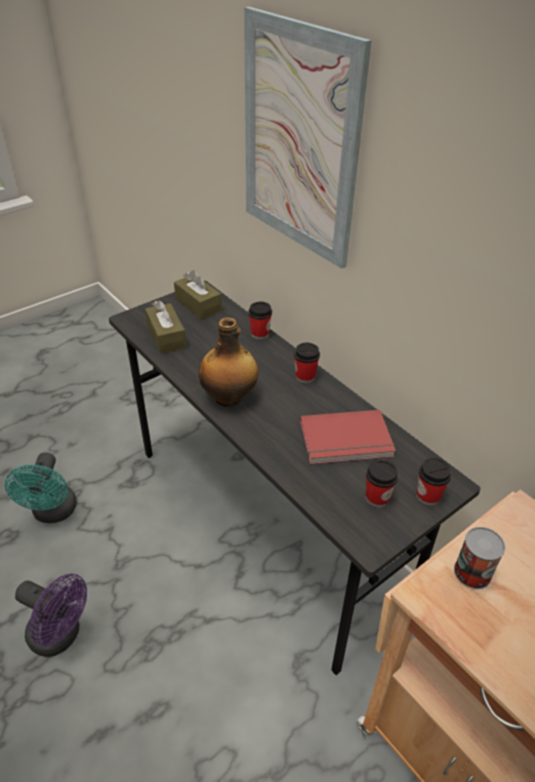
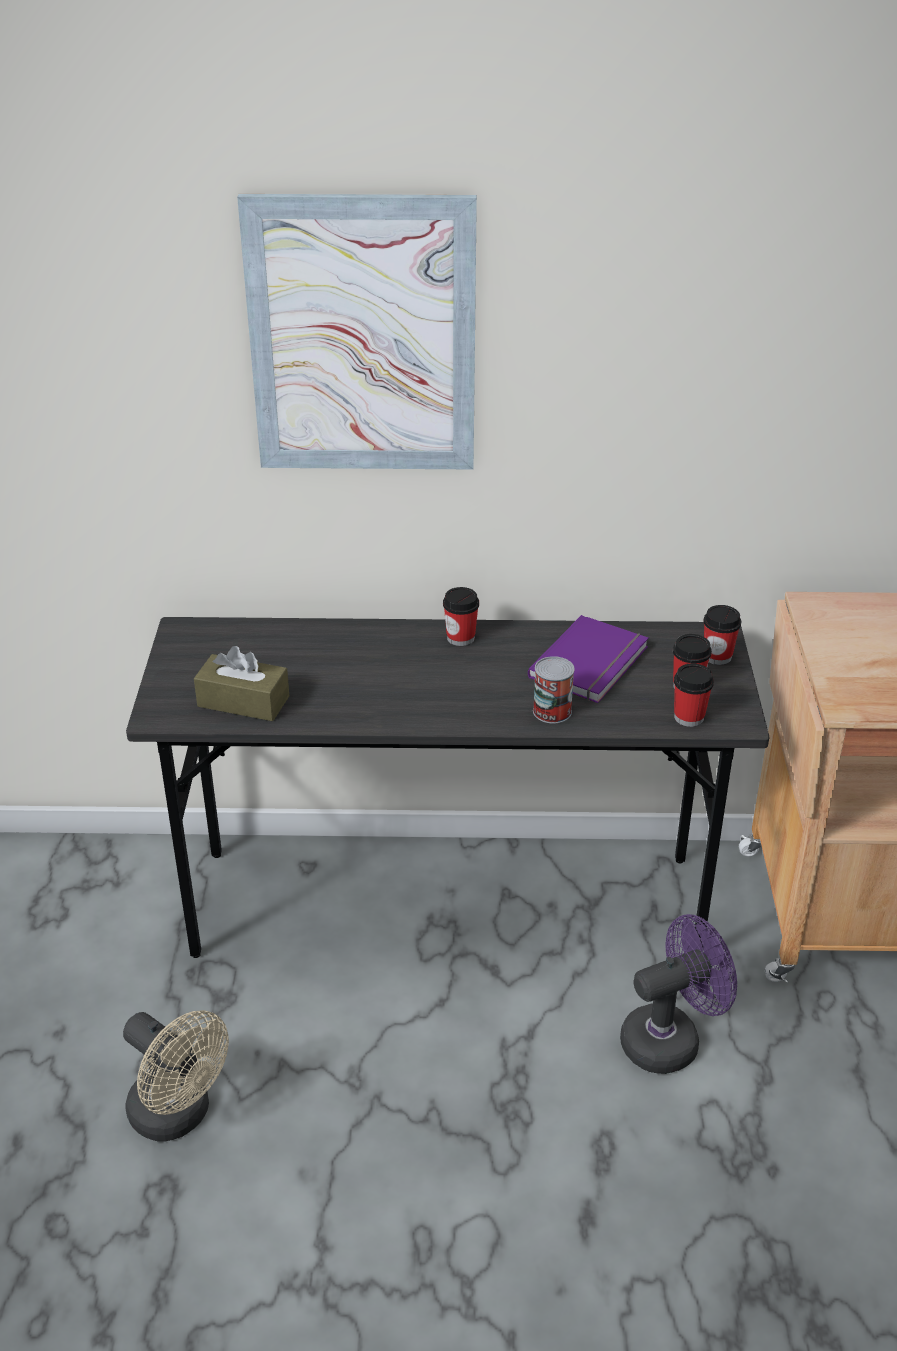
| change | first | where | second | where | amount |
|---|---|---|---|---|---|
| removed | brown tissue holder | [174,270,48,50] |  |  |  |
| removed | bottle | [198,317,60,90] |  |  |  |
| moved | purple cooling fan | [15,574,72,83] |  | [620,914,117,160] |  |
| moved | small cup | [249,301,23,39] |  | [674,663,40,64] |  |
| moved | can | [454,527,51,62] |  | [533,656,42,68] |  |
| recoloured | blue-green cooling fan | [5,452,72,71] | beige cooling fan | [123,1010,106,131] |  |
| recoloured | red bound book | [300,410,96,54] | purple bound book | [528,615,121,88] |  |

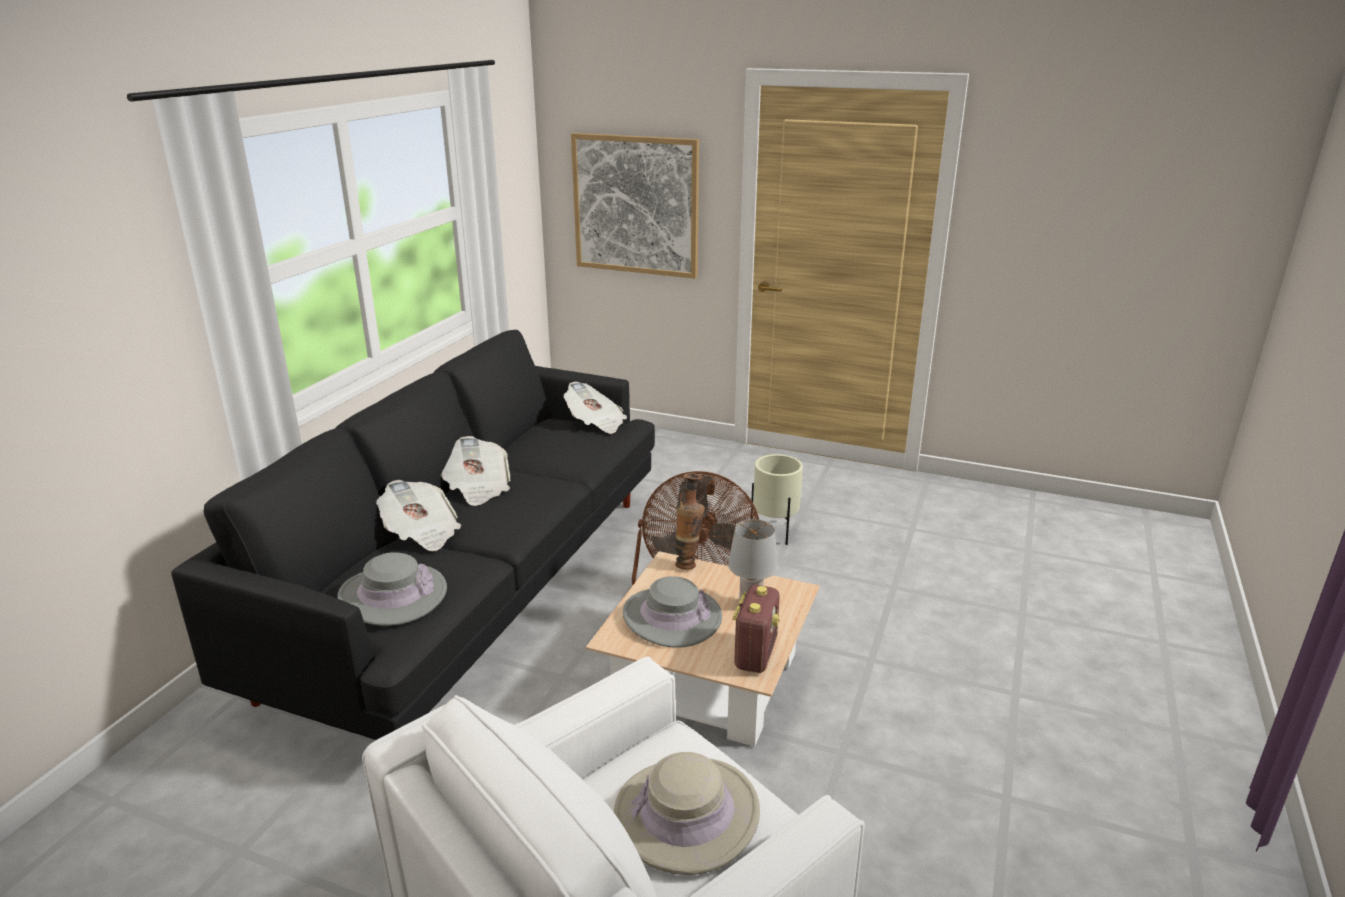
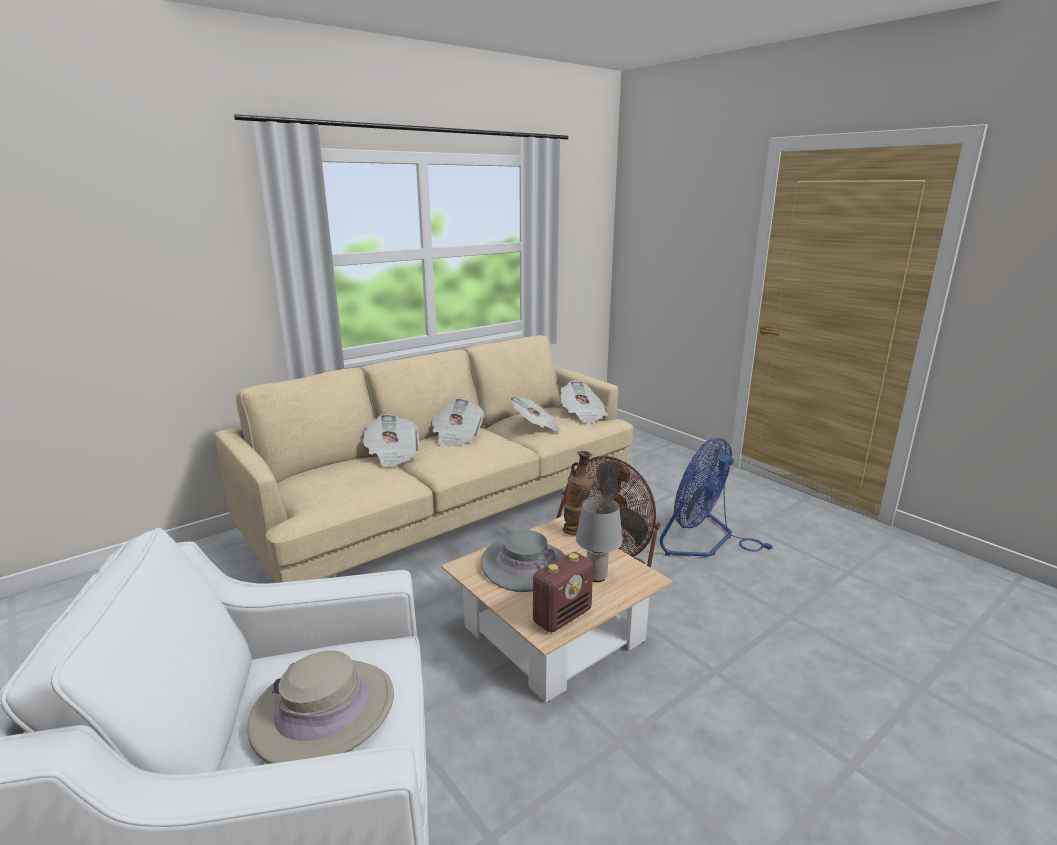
| change | first | where | second | where | amount |
|---|---|---|---|---|---|
| removed | greyish hat | [337,552,110,74] |  |  |  |
| removed | wall art | [571,133,128,146] |  |  |  |
| added |  |  | daily paper | [509,396,52,35] |  |
| replaced | beige planter | [751,454,52,91] | blue cooling fan | [660,438,113,118] |  |
| recoloured | black-coloured couch | [171,330,484,410] | beige couch | [215,335,418,248] |  |

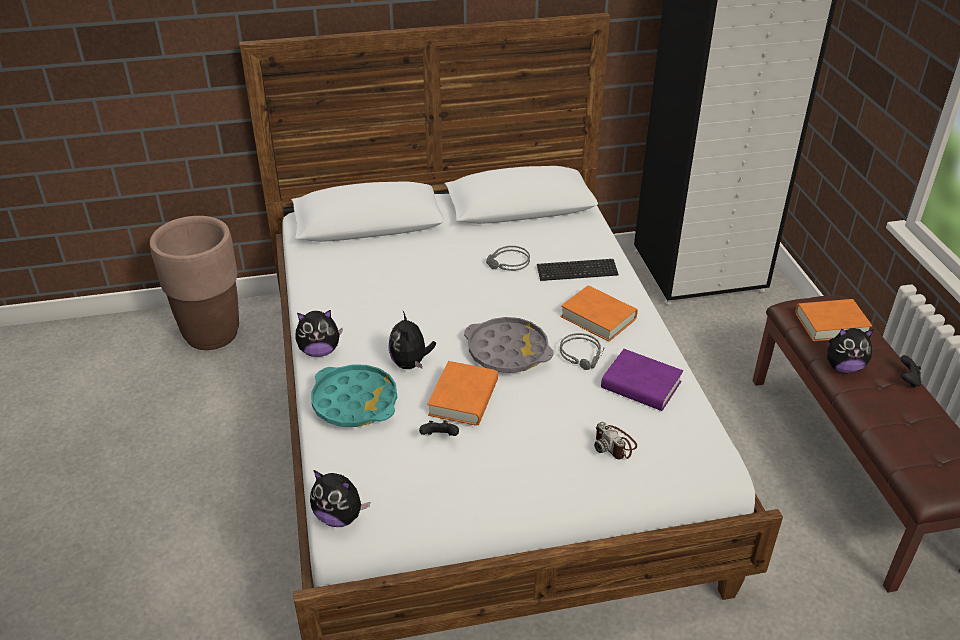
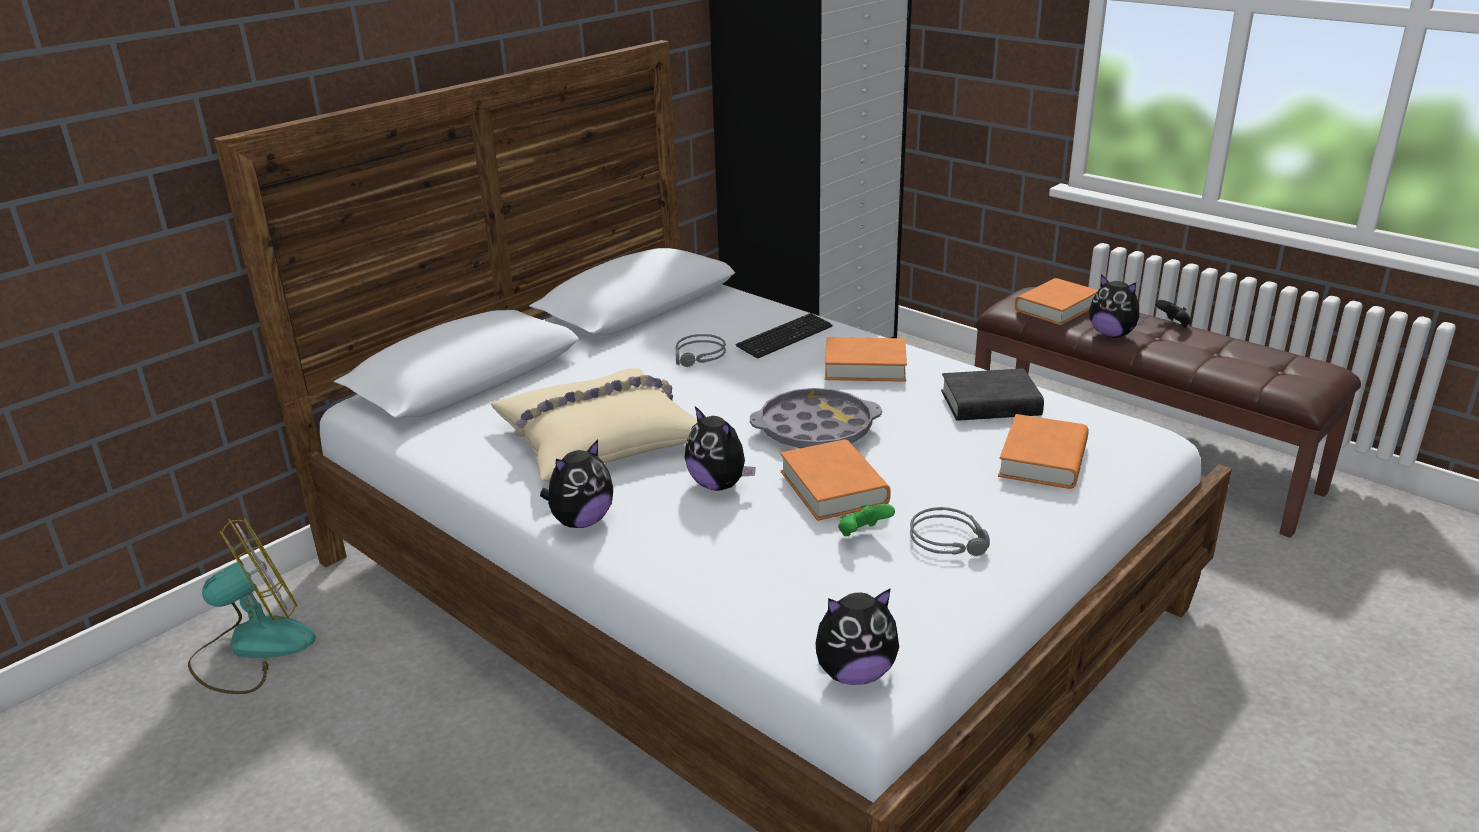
| change | first | where | second | where | amount |
|---|---|---|---|---|---|
| removed | blue-green carrying tray | [311,365,86,62] |  |  |  |
| added |  |  | beige pillow | [491,368,206,113] |  |
| moved | greyish pair of headphones | [560,333,44,37] |  | [910,507,80,49] |  |
| replaced | brown planter | [150,216,89,134] | cooling fan | [188,518,128,176] |  |
| replaced | photo camera | [594,422,43,37] | orange bound book | [998,414,91,75] |  |
| recoloured | black-coloured game controller | [419,420,40,16] | green game controller | [838,504,57,32] |  |
| recoloured | purple bound book | [601,349,82,62] | black-coloured bound book | [941,368,103,53] |  |
| turned | cuddly toy | [827,328,47,45] |  | [1089,274,59,64] | 75 degrees clockwise |

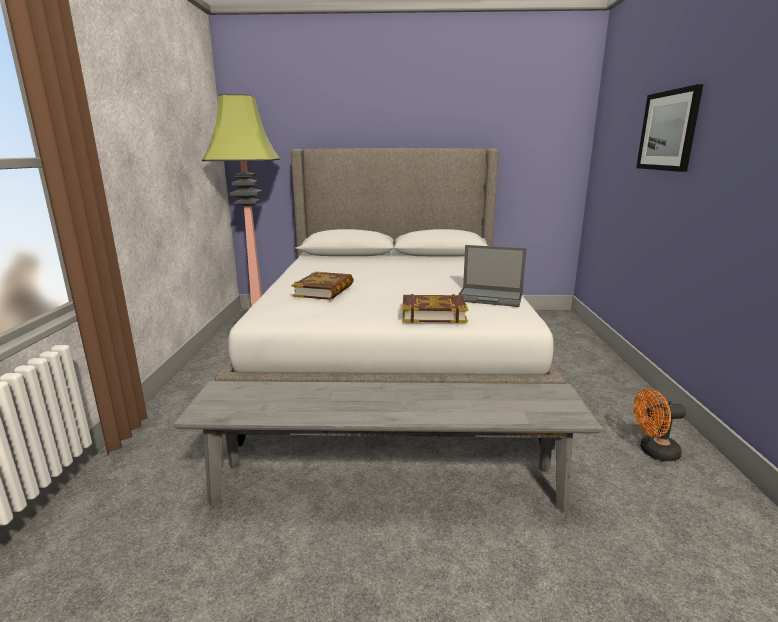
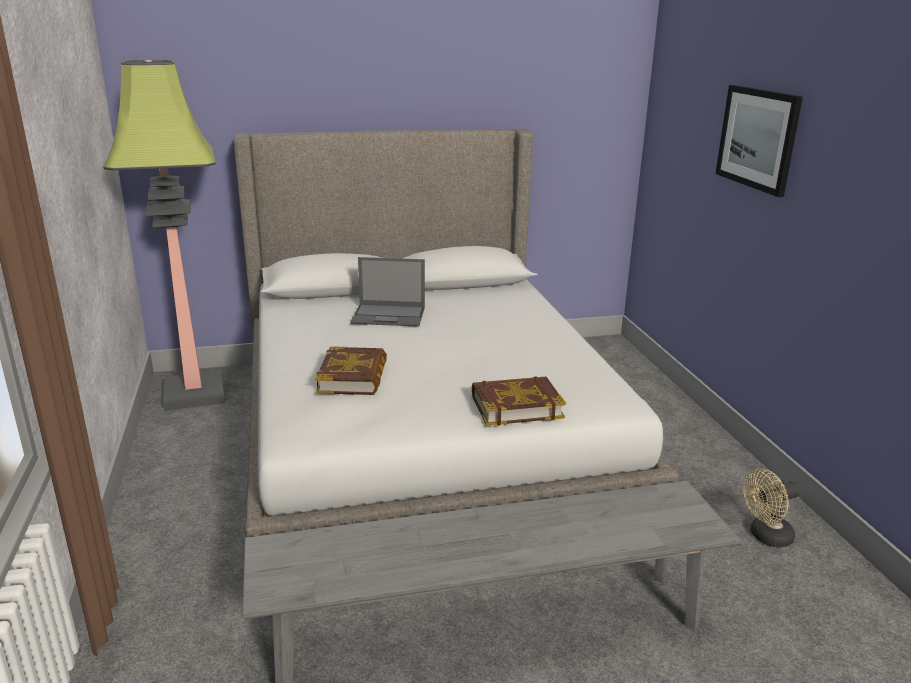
| change | first | where | second | where | amount |
|---|---|---|---|---|---|
| moved | portable computer | [458,245,69,62] |  | [351,257,74,70] |  |
| recoloured | orange cooling fan | [633,388,53,73] | beige cooling fan | [743,468,57,80] |  |

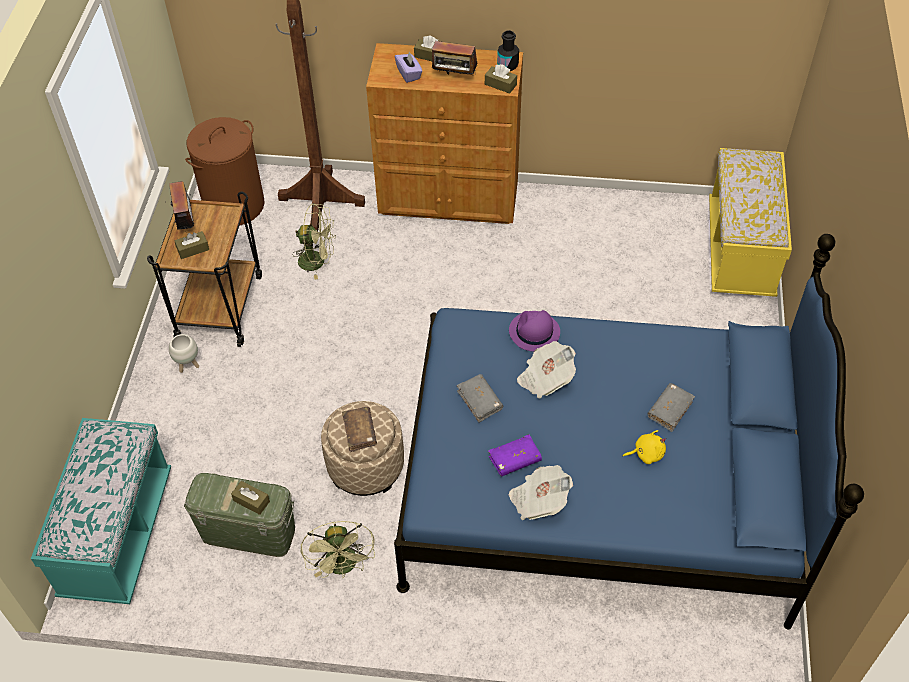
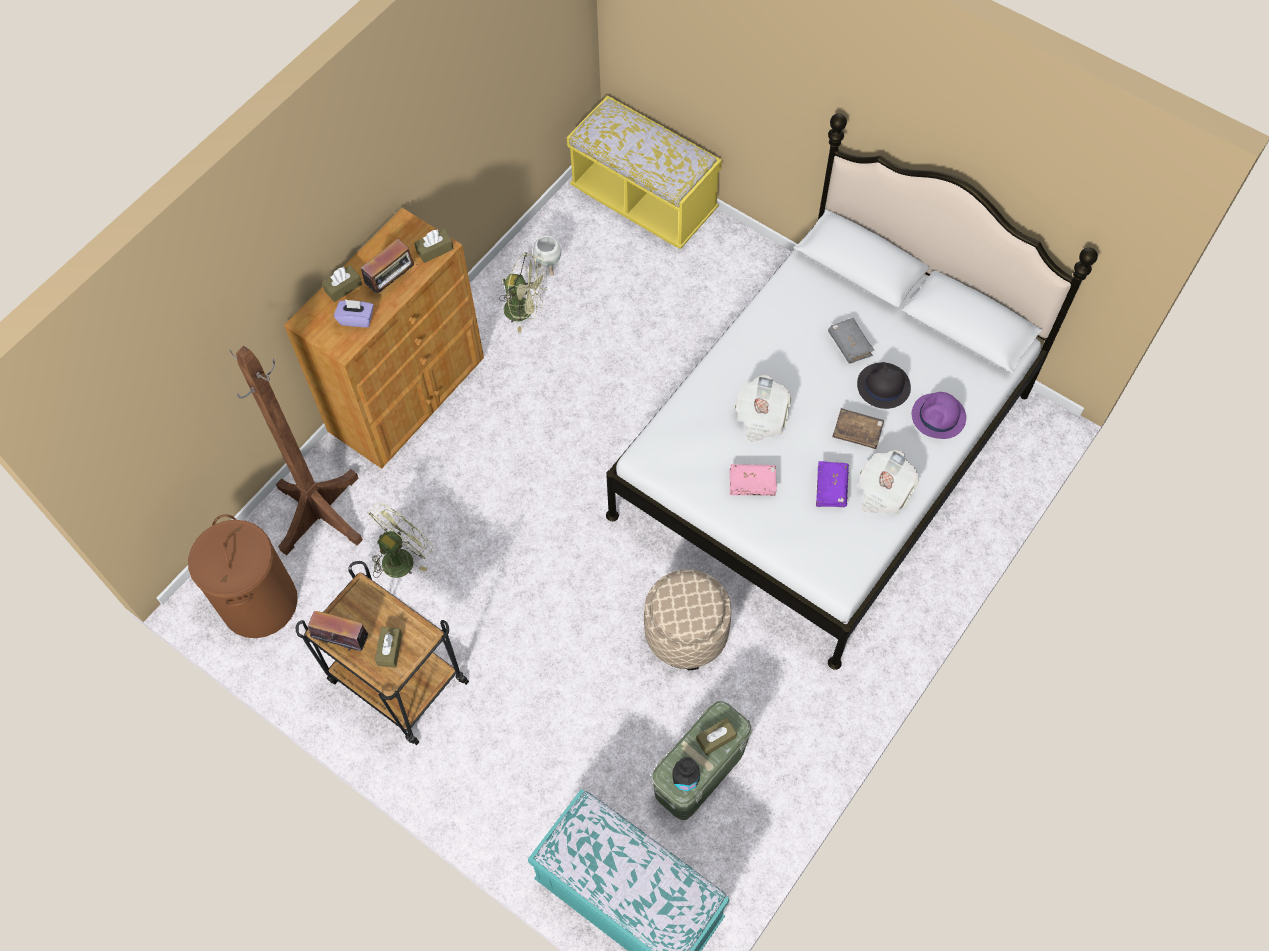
| change | first | where | second | where | amount |
|---|---|---|---|---|---|
| moved | white-coloured planter | [169,334,30,39] |  | [533,236,28,40] |  |
| moved | green cooling fan | [301,521,74,57] |  | [499,252,49,80] |  |
| moved | brown bound book | [342,407,35,45] |  | [832,408,52,41] |  |
| moved | black-coloured bottle | [497,30,22,41] |  | [672,757,28,34] |  |
| moved | purple hat | [509,310,51,42] |  | [912,392,54,47] |  |
| replaced | yellowish cuddly toy | [623,430,43,34] | black-coloured hat | [857,362,54,47] |  |
| recoloured | blue sleeping bed | [394,234,470,396] | white-coloured sleeping bed | [606,113,492,557] |  |
| recoloured | greyish bound book | [457,374,46,49] | pinkish bound book | [730,464,47,32] |  |

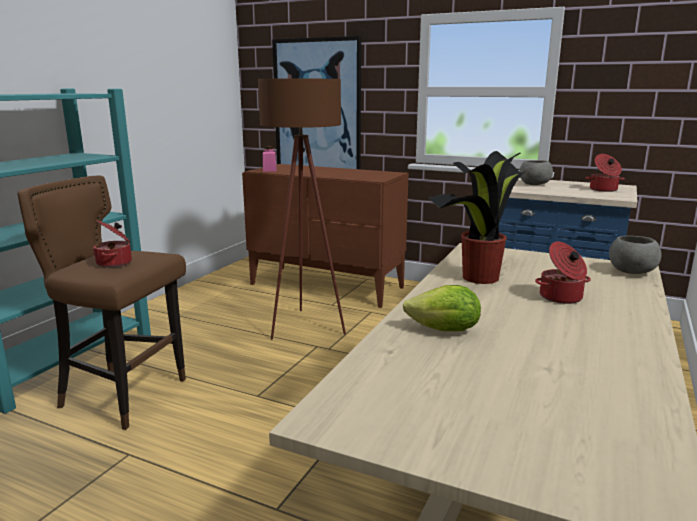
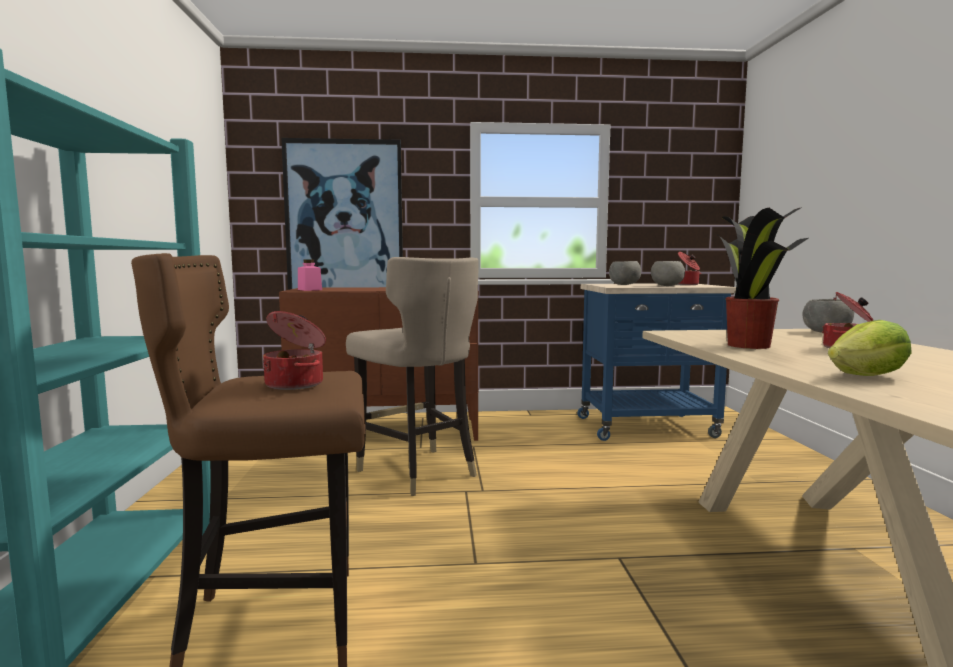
| change | first | where | second | where | amount |
|---|---|---|---|---|---|
| added |  |  | greyish bowl | [651,261,34,25] |  |
| replaced | brown standard lamp | [258,79,88,260] | beige sitting stool | [346,257,132,239] |  |

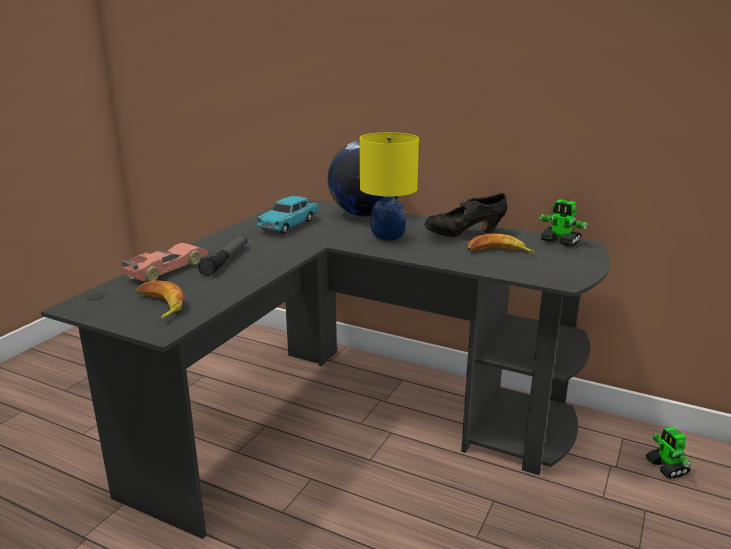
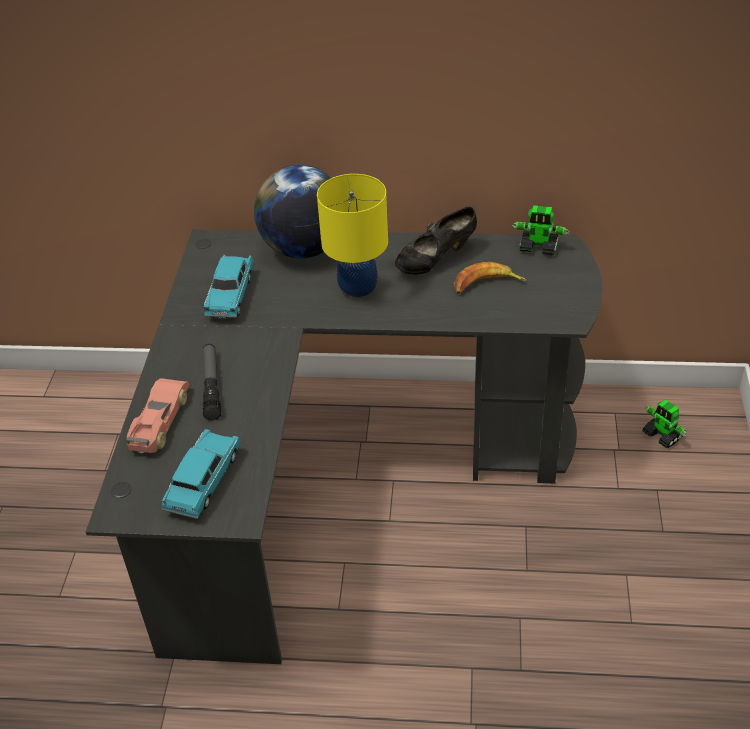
| change | first | where | second | where | amount |
|---|---|---|---|---|---|
| replaced | whole banana | [136,280,47,39] | blue-green miniature car | [161,429,80,90] |  |

